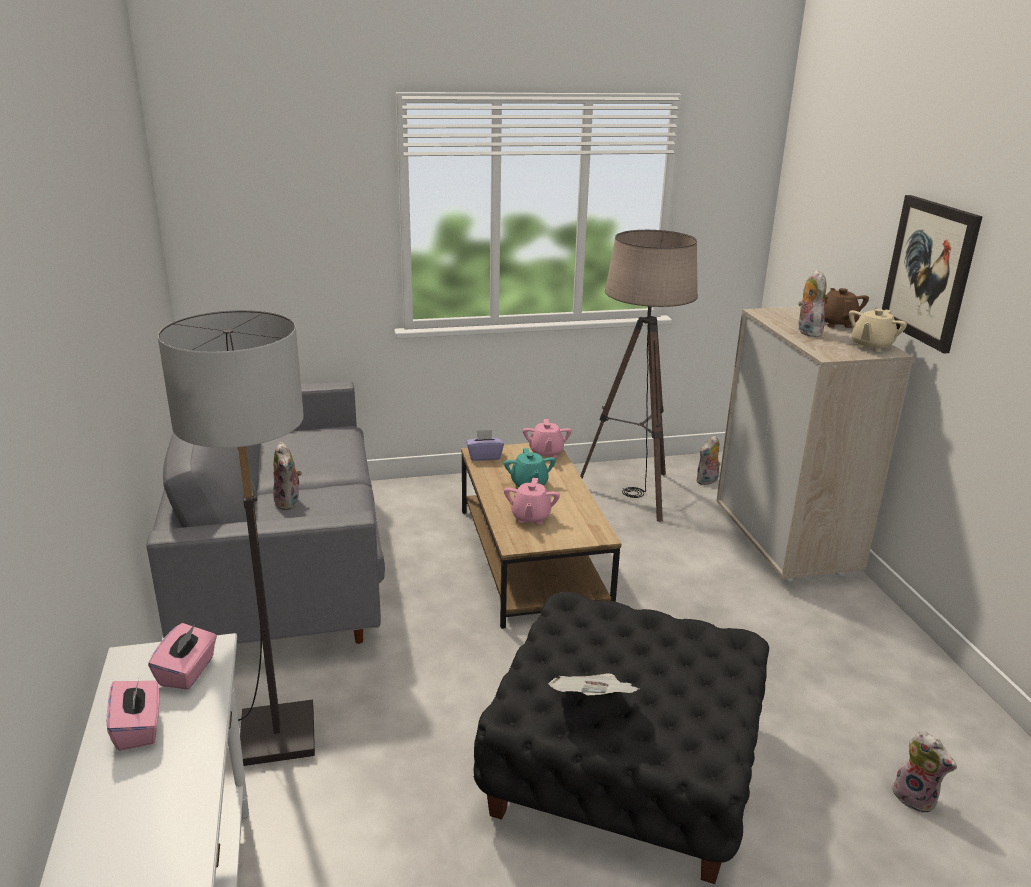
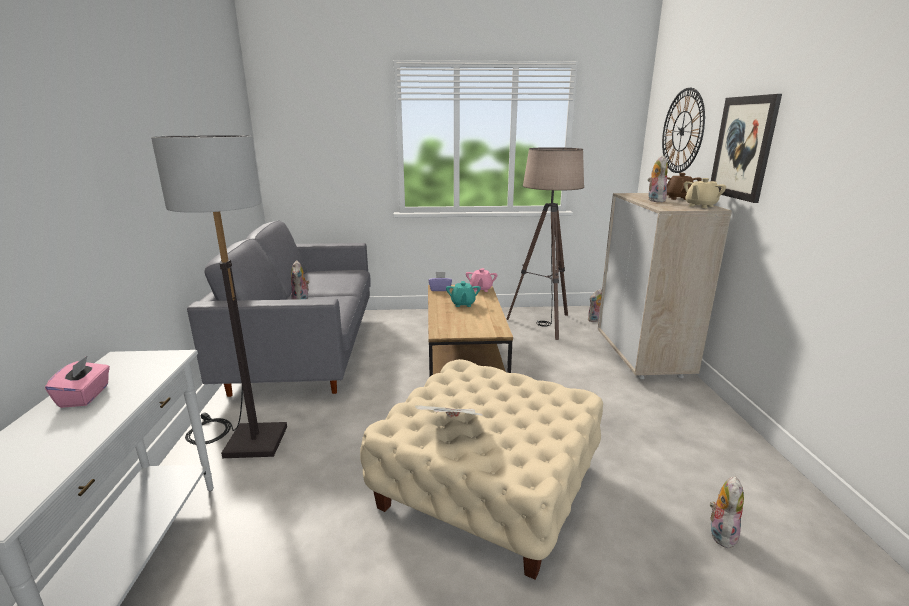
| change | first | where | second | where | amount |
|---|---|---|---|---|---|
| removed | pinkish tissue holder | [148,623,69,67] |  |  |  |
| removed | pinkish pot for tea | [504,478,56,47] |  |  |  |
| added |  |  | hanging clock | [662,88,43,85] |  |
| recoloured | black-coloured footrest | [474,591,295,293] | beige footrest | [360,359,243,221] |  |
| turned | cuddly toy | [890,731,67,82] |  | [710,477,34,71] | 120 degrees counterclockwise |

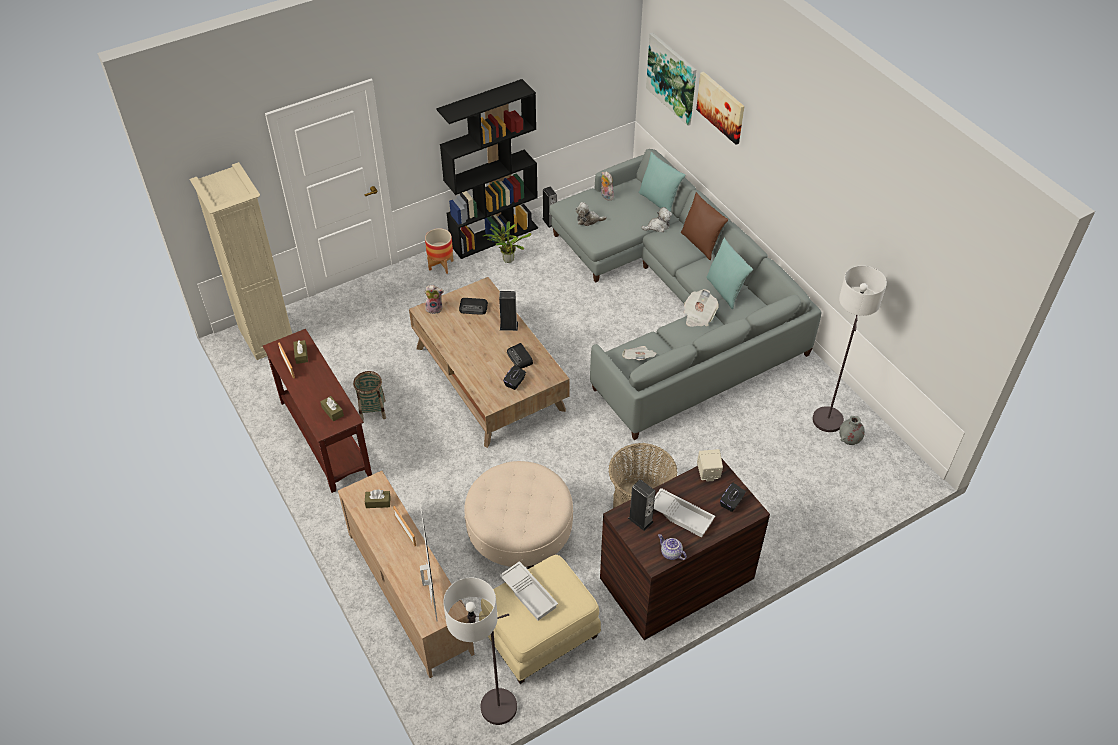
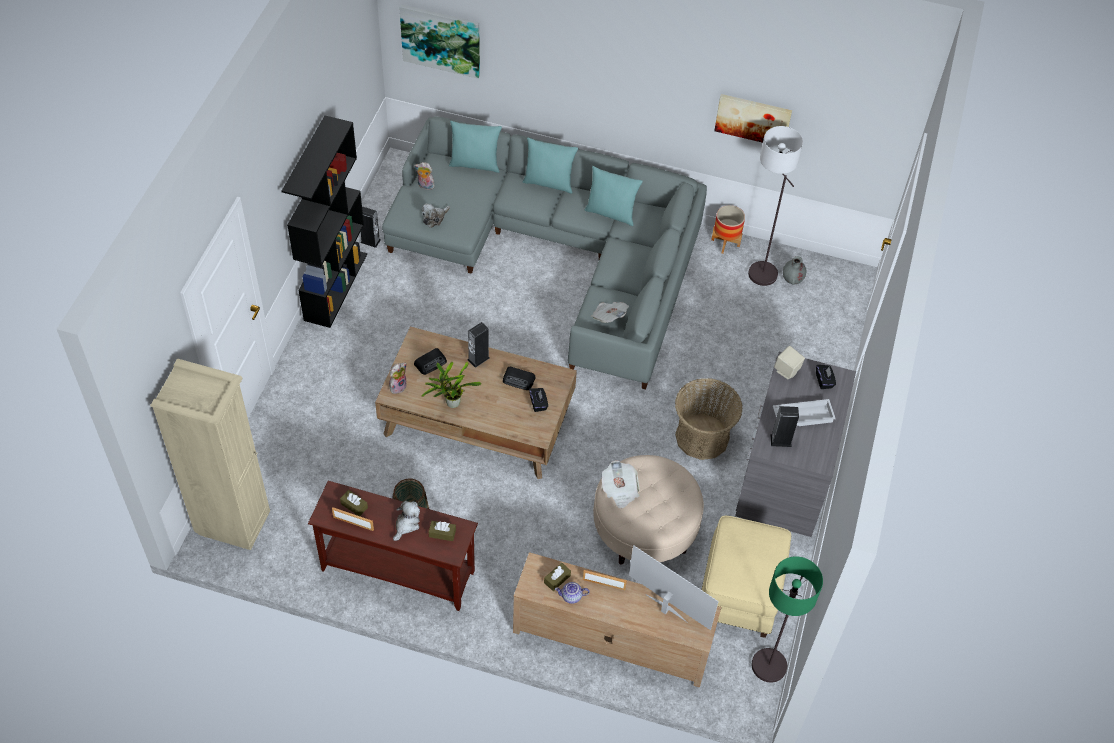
| change | first | where | second | where | amount |
|---|---|---|---|---|---|
| removed | white-coloured carrying tray | [499,561,59,59] |  |  |  |
| moved | planter | [425,228,29,46] |  | [711,205,34,49] |  |
| moved | potted plant | [482,221,49,42] |  | [421,362,61,46] |  |
| moved | cuddly toy | [641,207,31,25] |  | [393,501,27,40] |  |
| moved | pot for tea | [658,534,29,26] |  | [555,582,35,22] |  |
| moved | daily paper | [684,289,35,38] |  | [601,460,38,49] |  |
| moved | wall art | [696,72,49,73] |  | [714,94,78,49] |  |
| recoloured | white-coloured standard lamp | [443,578,74,147] | green standard lamp | [752,556,71,126] |  |
| recoloured | brown drawer chest | [600,458,170,182] | greyish drawer chest | [735,352,121,185] |  |
| recoloured | brown pillow | [681,192,47,68] | blue-green pillow | [522,137,56,57] |  |

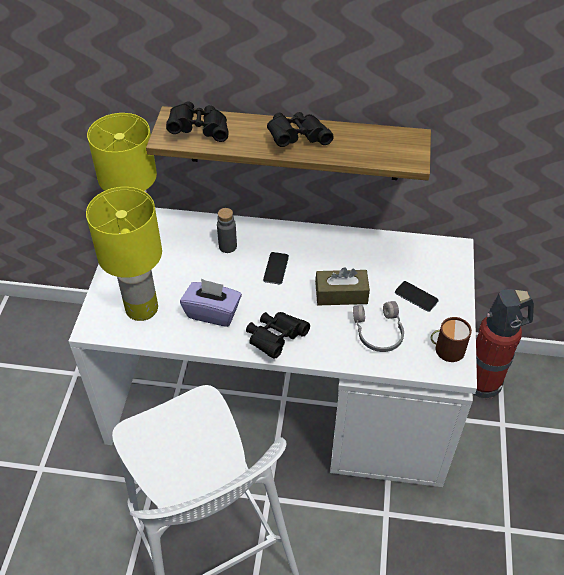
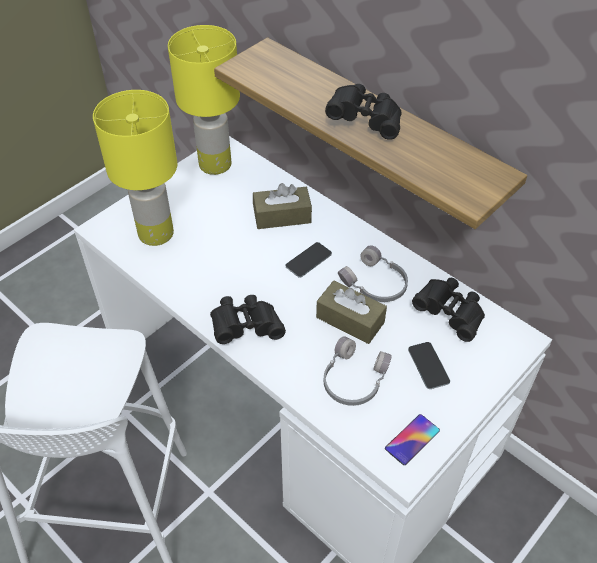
| change | first | where | second | where | amount |
|---|---|---|---|---|---|
| removed | purple tissue holder | [180,278,62,49] |  |  |  |
| removed | fire-fighting cylinder | [473,289,61,110] |  |  |  |
| added |  |  | greyish pair of headphones | [338,245,70,57] |  |
| moved | black-coloured field glasses | [166,102,63,40] |  | [412,278,73,64] |  |
| replaced | greyish bottle | [217,208,20,45] | brown tissue holder | [253,183,59,46] |  |
| replaced | brown coffee mug | [431,317,41,45] | telephone | [385,414,55,51] |  |

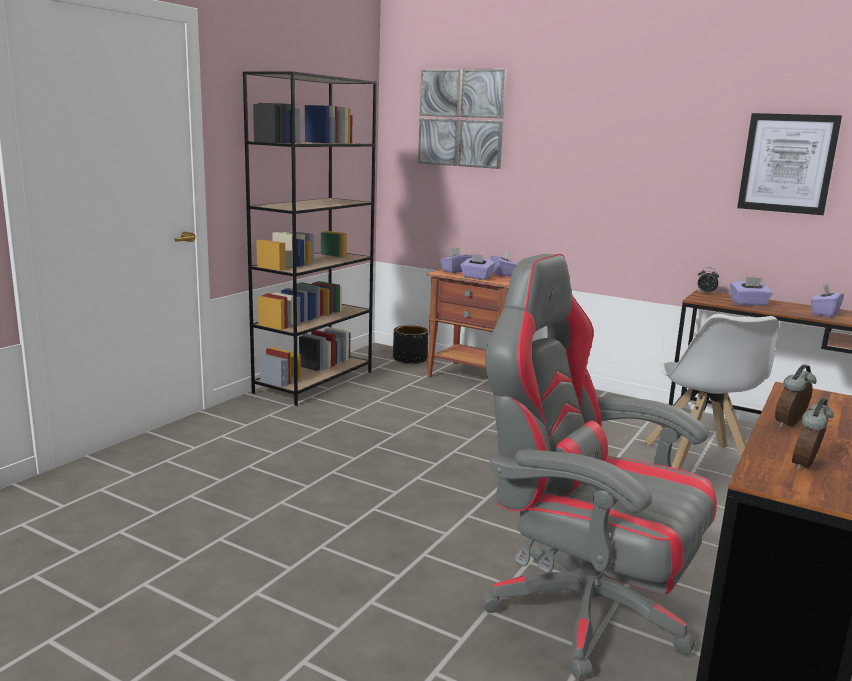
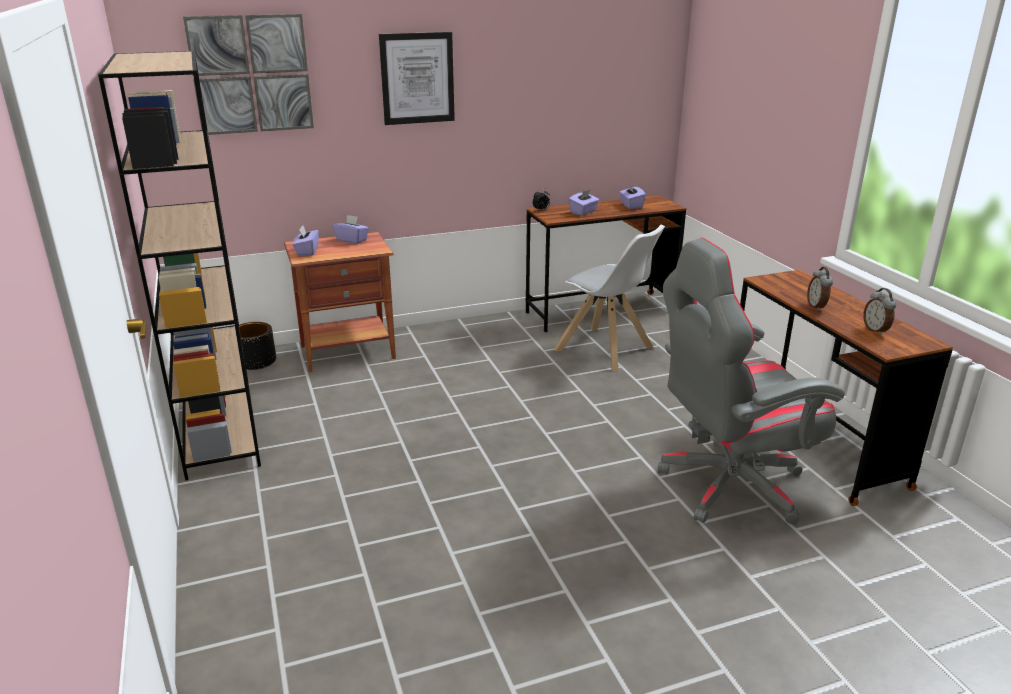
| change | first | where | second | where | amount |
|---|---|---|---|---|---|
| removed | purple tissue holder | [460,254,35,26] |  |  |  |
| moved | wall art | [737,113,105,102] |  | [379,32,76,93] |  |

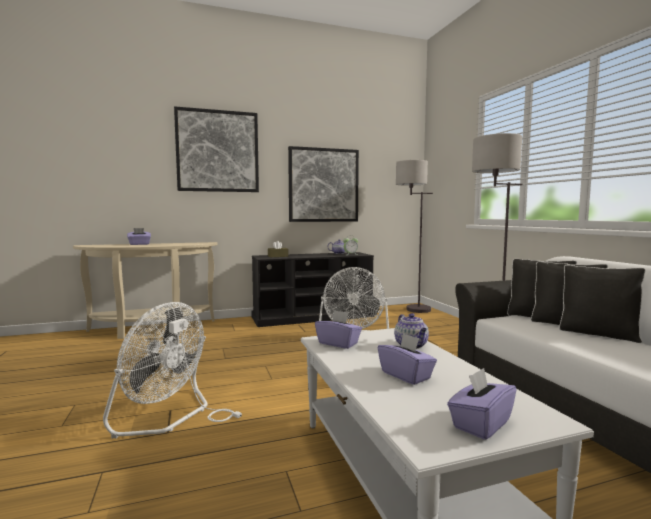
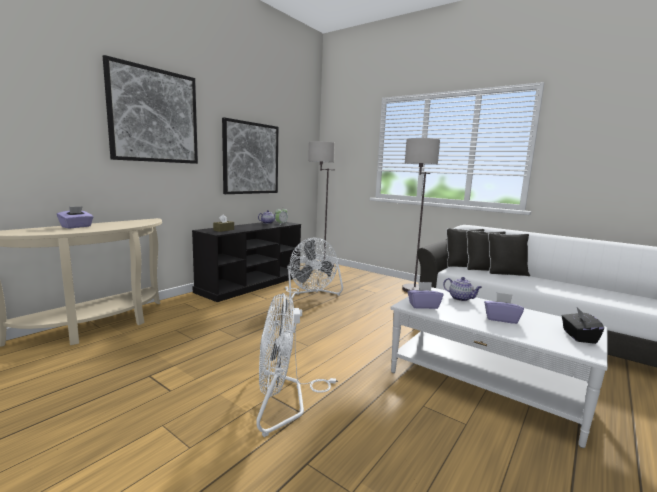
| change | first | where | second | where | amount |
|---|---|---|---|---|---|
| recoloured | purple tissue holder | [447,368,70,72] | black-coloured tissue holder | [562,308,42,36] |  |

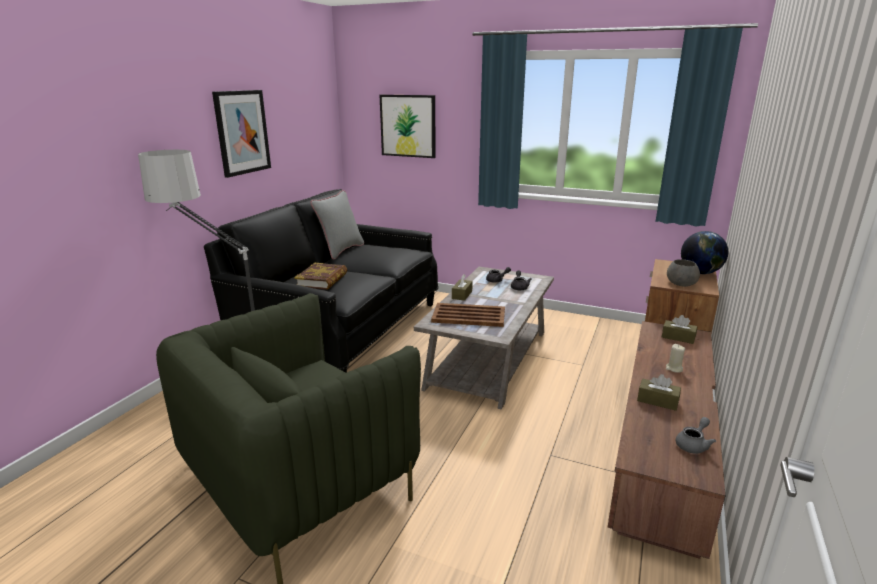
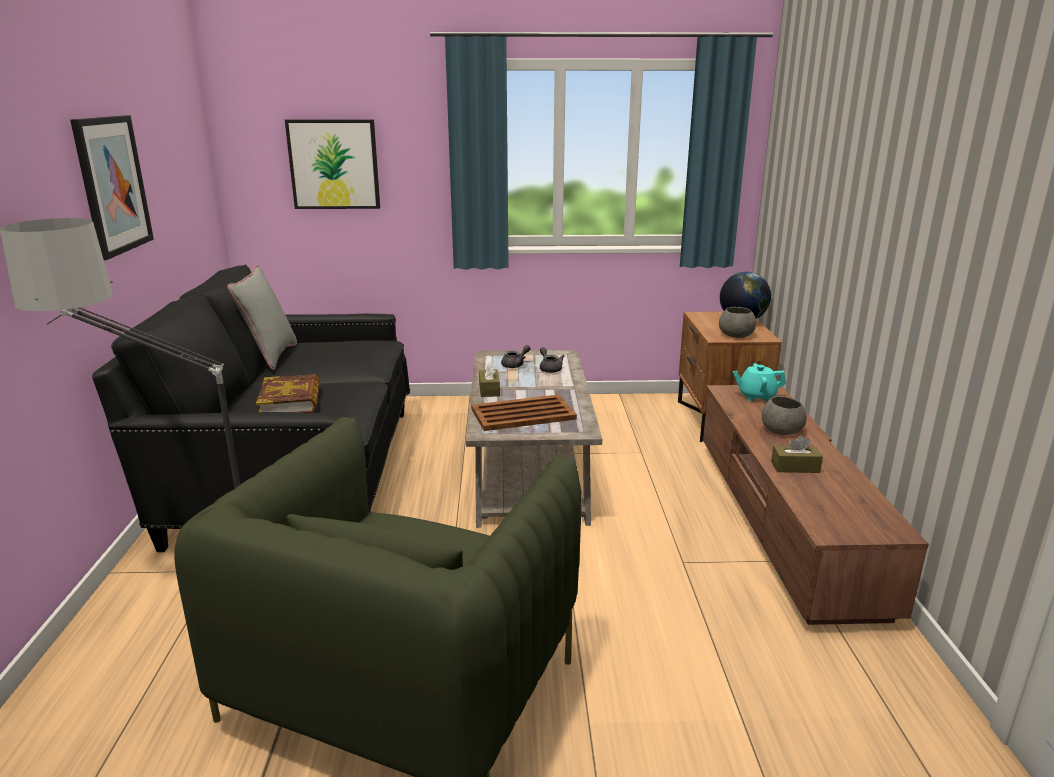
| change | first | where | second | where | amount |
|---|---|---|---|---|---|
| removed | greyish pot for tea | [676,417,40,37] |  |  |  |
| replaced | brown tissue holder | [662,315,35,29] | blue-green pot for tea | [733,363,53,38] |  |
| replaced | beige wax candle | [666,344,19,29] | greyish bowl | [762,396,45,39] |  |

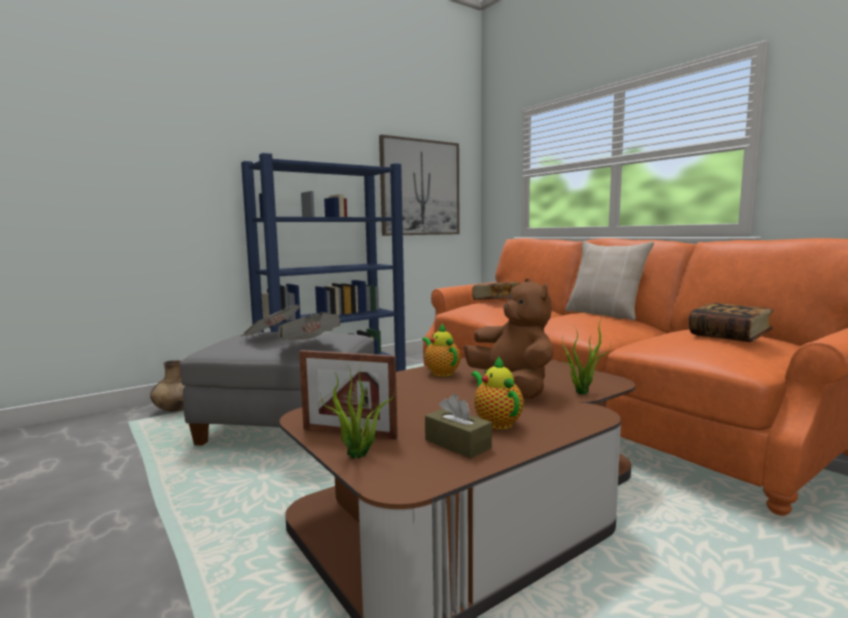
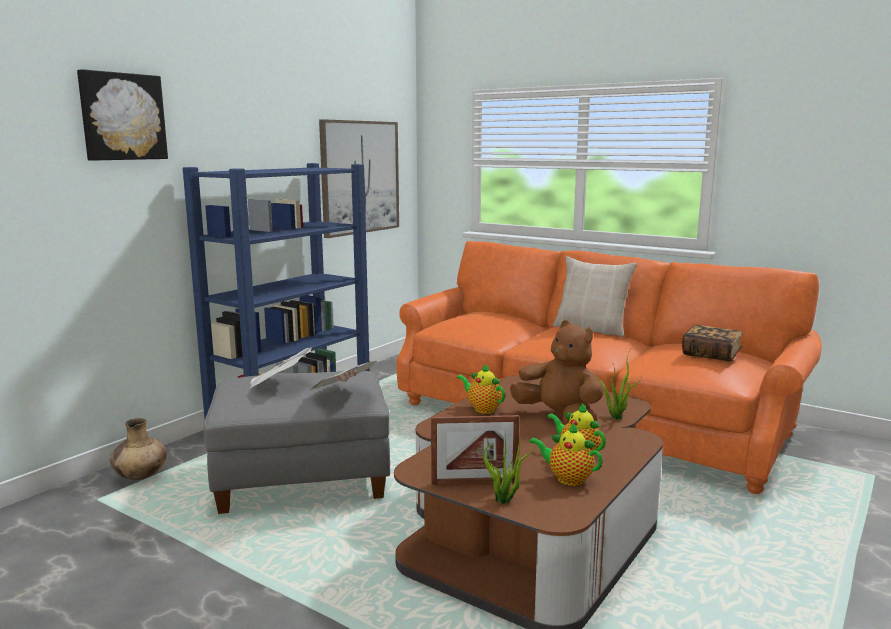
| change | first | where | second | where | amount |
|---|---|---|---|---|---|
| removed | bound book | [472,282,48,18] |  |  |  |
| added |  |  | wall art | [77,69,91,92] |  |
| replaced | brown tissue holder | [425,394,67,65] | pot for tea | [529,423,74,63] |  |

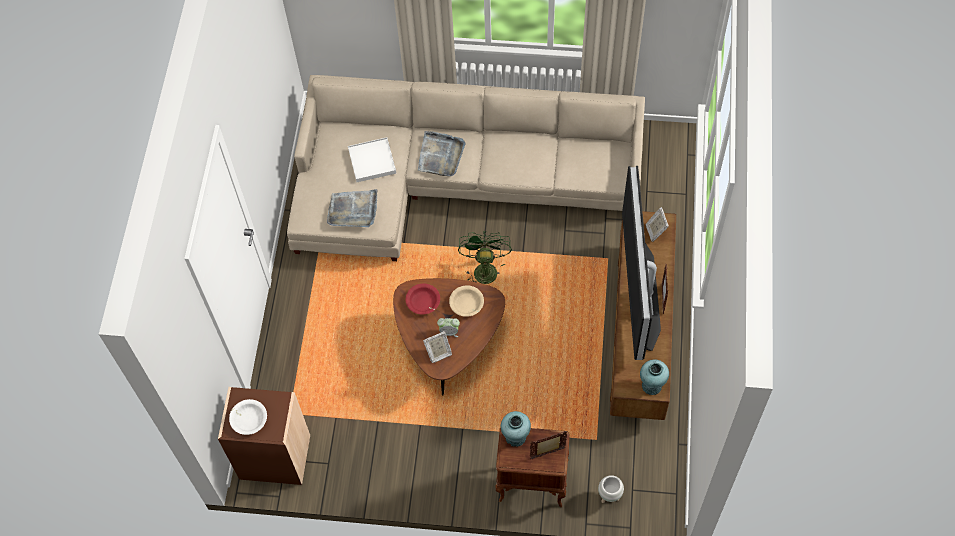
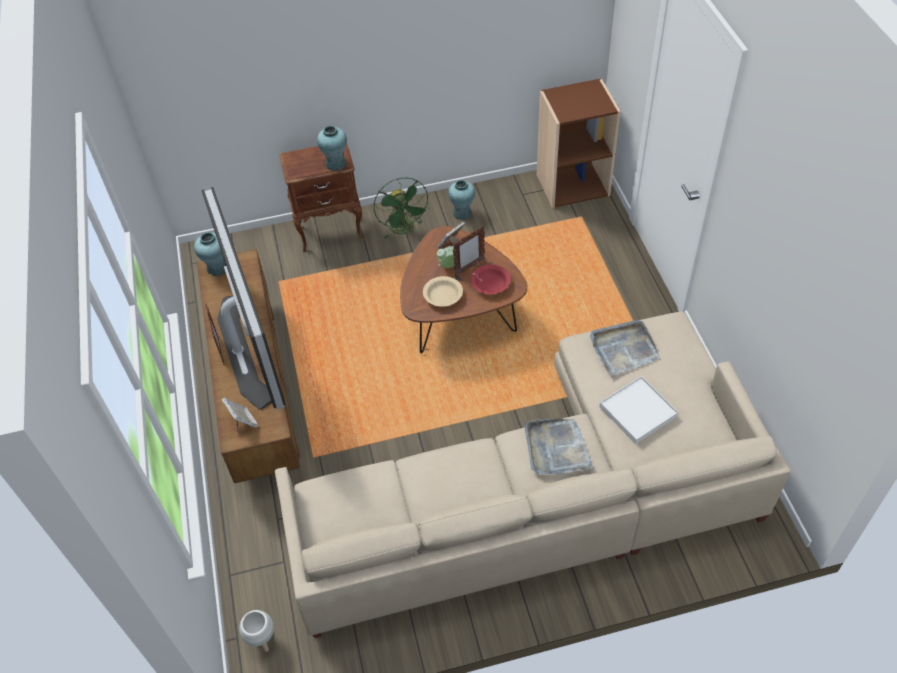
| change | first | where | second | where | amount |
|---|---|---|---|---|---|
| removed | white-coloured bowl | [229,399,38,36] |  |  |  |
| added |  |  | blue-green flower vase | [448,180,27,40] |  |
| moved | green cooling fan | [458,231,54,53] |  | [374,178,56,61] |  |
| moved | standing frame | [530,431,38,28] |  | [452,225,33,51] |  |
| moved | white-coloured planter | [598,475,26,28] |  | [239,610,35,42] |  |

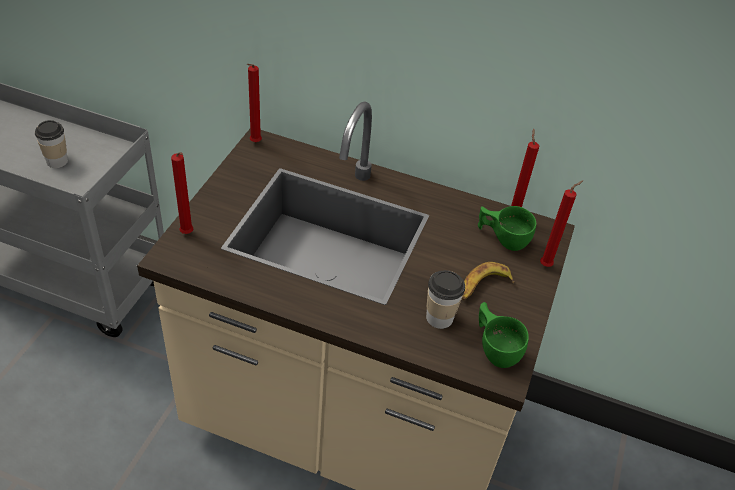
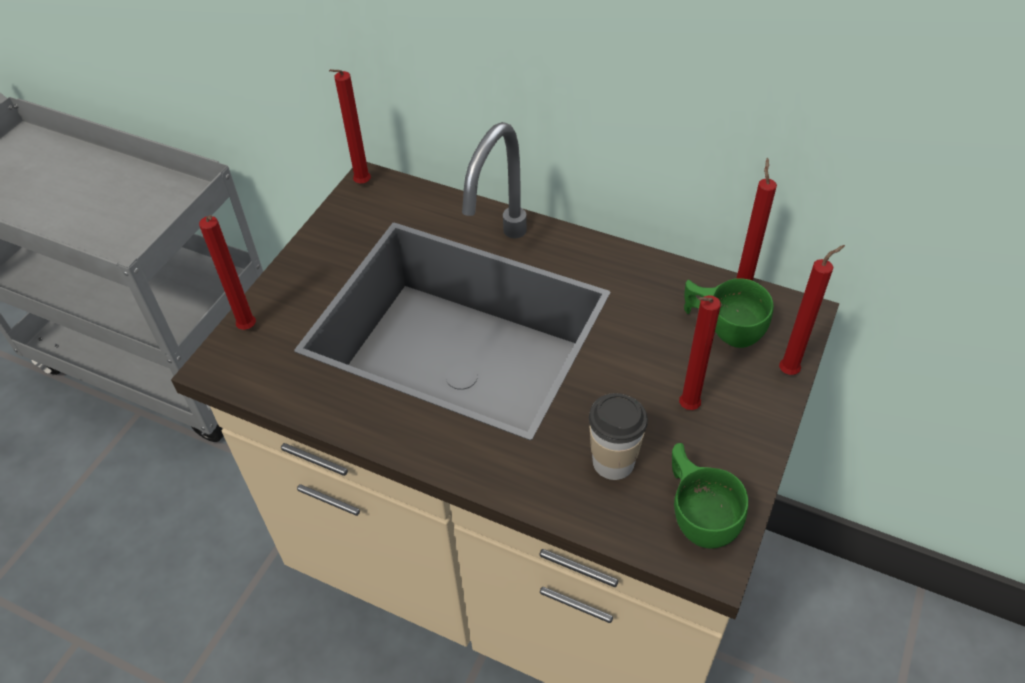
| change | first | where | second | where | amount |
|---|---|---|---|---|---|
| removed | small cup | [35,120,33,48] |  |  |  |
| replaced | whole banana | [462,262,52,38] | red wax candle | [679,295,42,115] |  |

